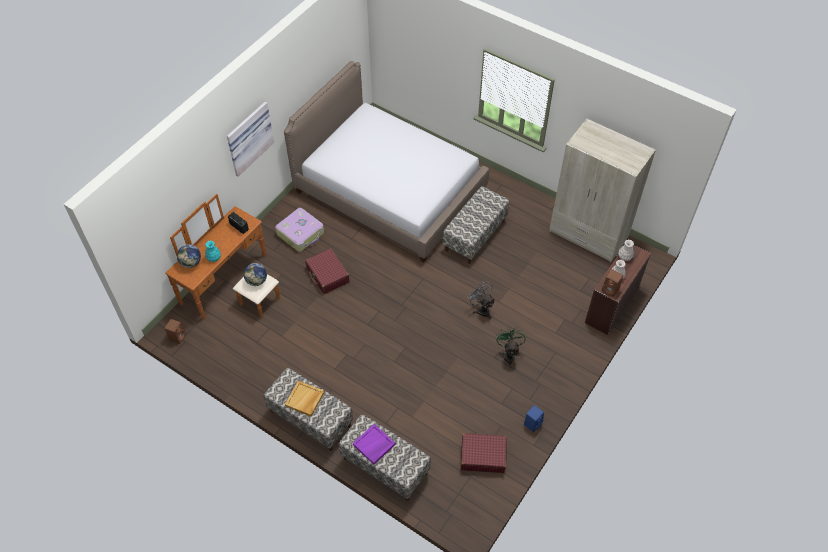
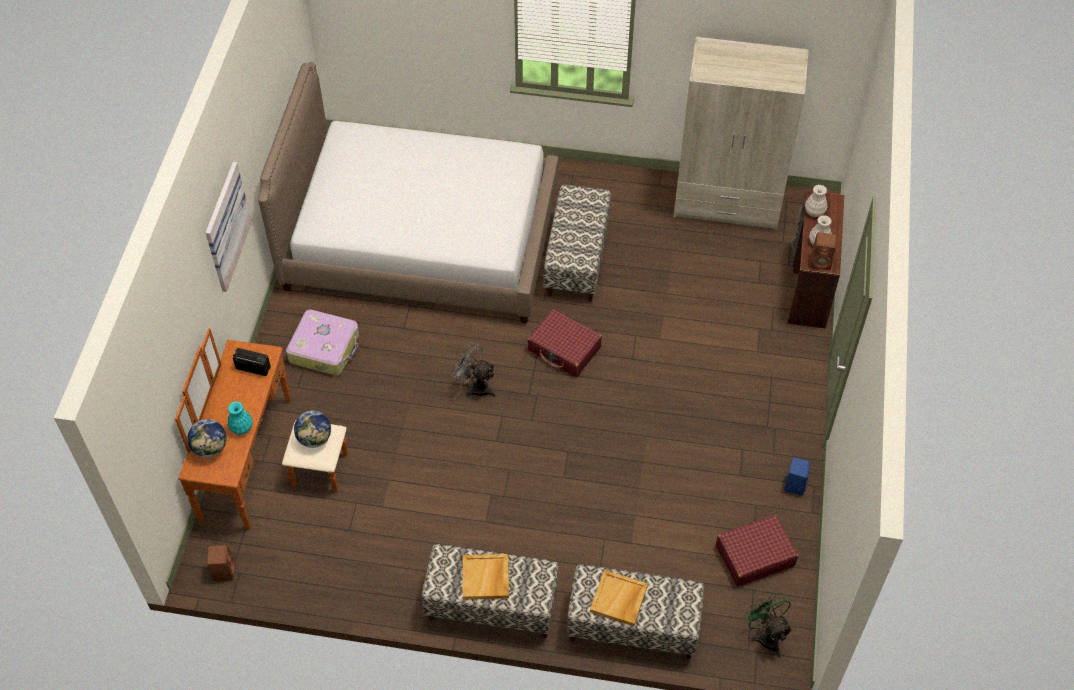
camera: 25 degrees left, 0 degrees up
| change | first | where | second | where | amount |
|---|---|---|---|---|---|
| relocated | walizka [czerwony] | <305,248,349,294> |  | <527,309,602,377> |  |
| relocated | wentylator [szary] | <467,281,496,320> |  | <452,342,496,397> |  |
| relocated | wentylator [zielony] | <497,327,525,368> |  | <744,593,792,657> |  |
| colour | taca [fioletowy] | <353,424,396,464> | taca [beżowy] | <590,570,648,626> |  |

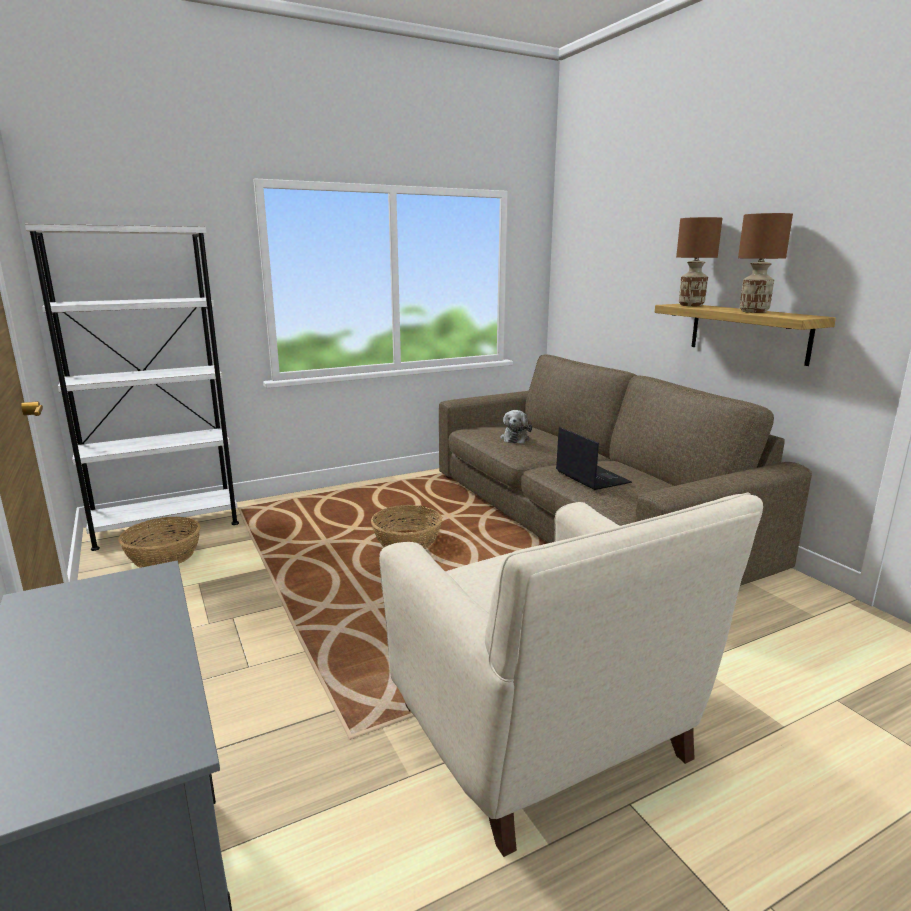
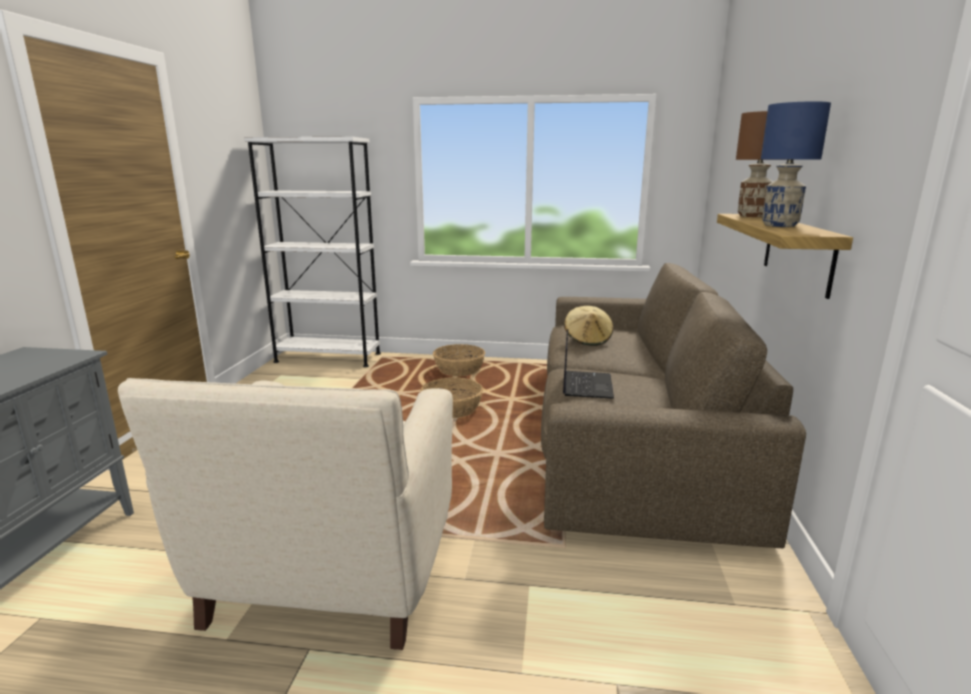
camera: 35 degrees right, 0 degrees up
| change | first | where | second | where | amount |
|---|---|---|---|---|---|
| relocated | koszyk | <118,516,201,568> |  | <433,344,485,376> |  |
| exchanged | pluszak | <500,410,532,444> | kapelusz [beżowy] | <564,306,613,346> |  |
| colour | lampa stołowa [brązowy] | <738,213,793,313> | lampa stołowa [niebieski] | <761,101,831,227> |  |

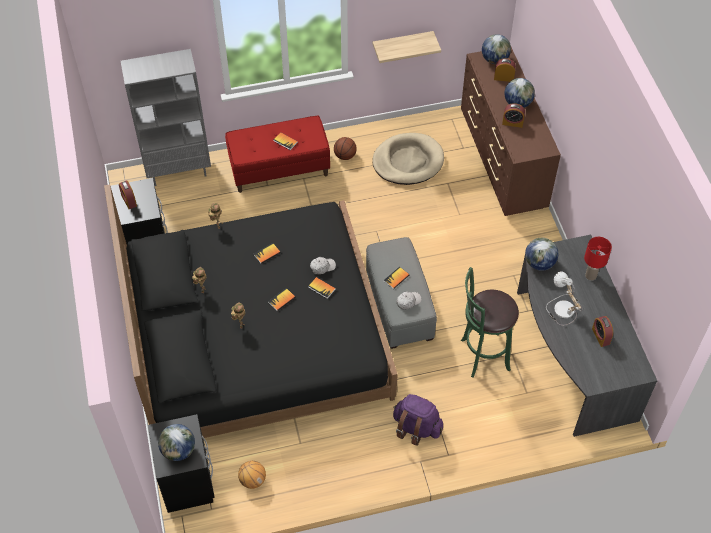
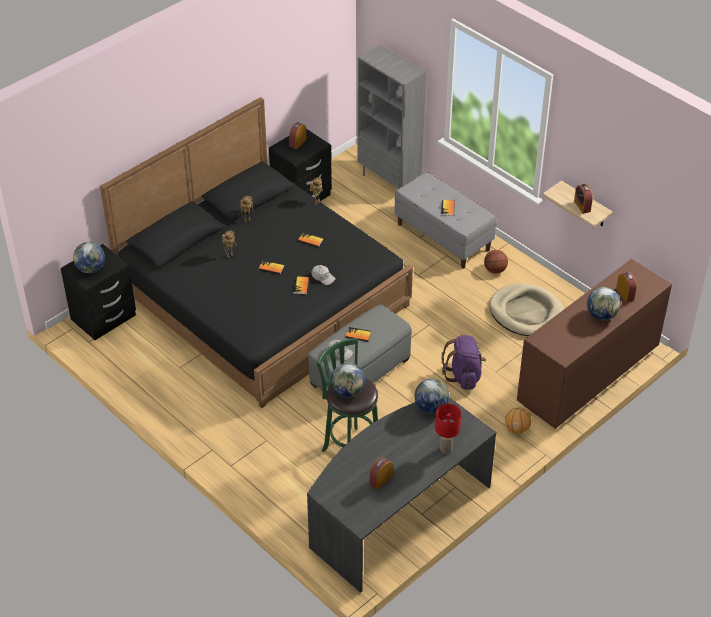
camera: 60 degrees right, 10 degrees down
| change | first | where | second | where | amount |
|---|---|---|---|---|---|
| missing | lampa stołowa | <546,271,582,326> |  |  |  |
| relocated | piłka do koszykówki | <238,461,266,489> |  | <505,407,532,434> |  |
| relocated | plecak [fioletowy] | <393,394,443,446> |  | <442,335,486,390> |  |
| relocated | globus | <482,34,511,64> |  | <331,363,365,398> |  |
| relocated | budzik | <502,103,525,128> |  | <574,184,593,214> |  |
| colour | ławka [czerwony] | <225,116,330,193> | ławka [szary] | <394,172,496,269> |  |

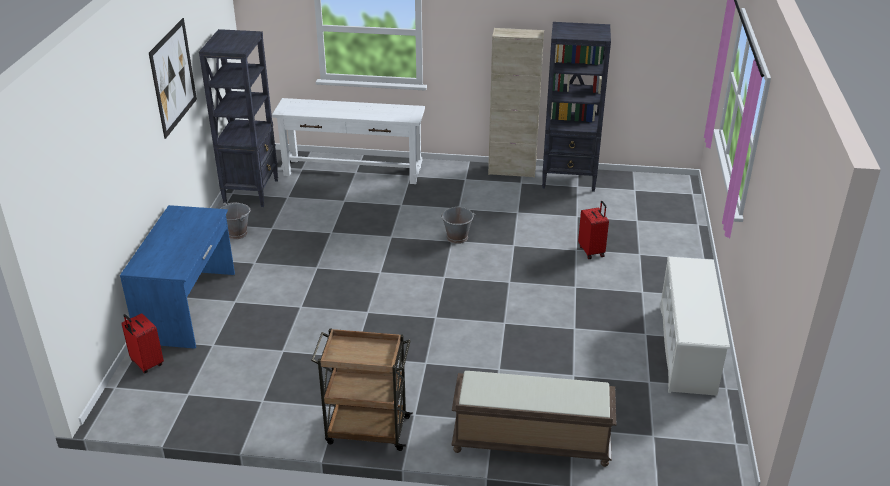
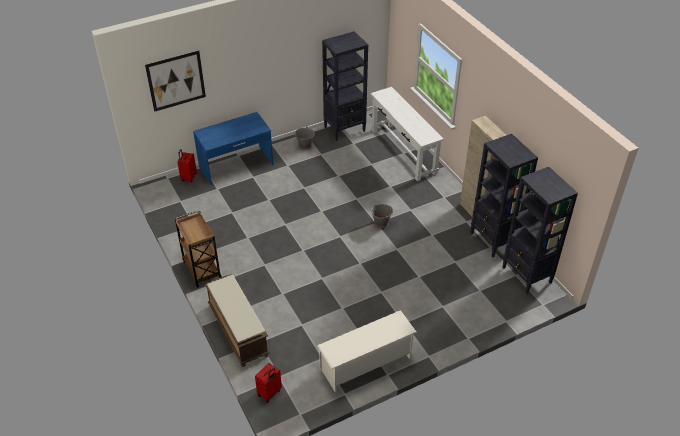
camera: 55 degrees right, 10 degrees up
| change | first | where | second | where | amount |
|---|---|---|---|---|---|
| appeared |  |  | regał [czarny] | <503,167,578,294> |  |
| relocated | obraz | <149,18,197,139> |  | <145,50,206,112> |  |
| relocated | walizka [czerwony] | <578,201,609,259> |  | <255,363,282,403> |  |

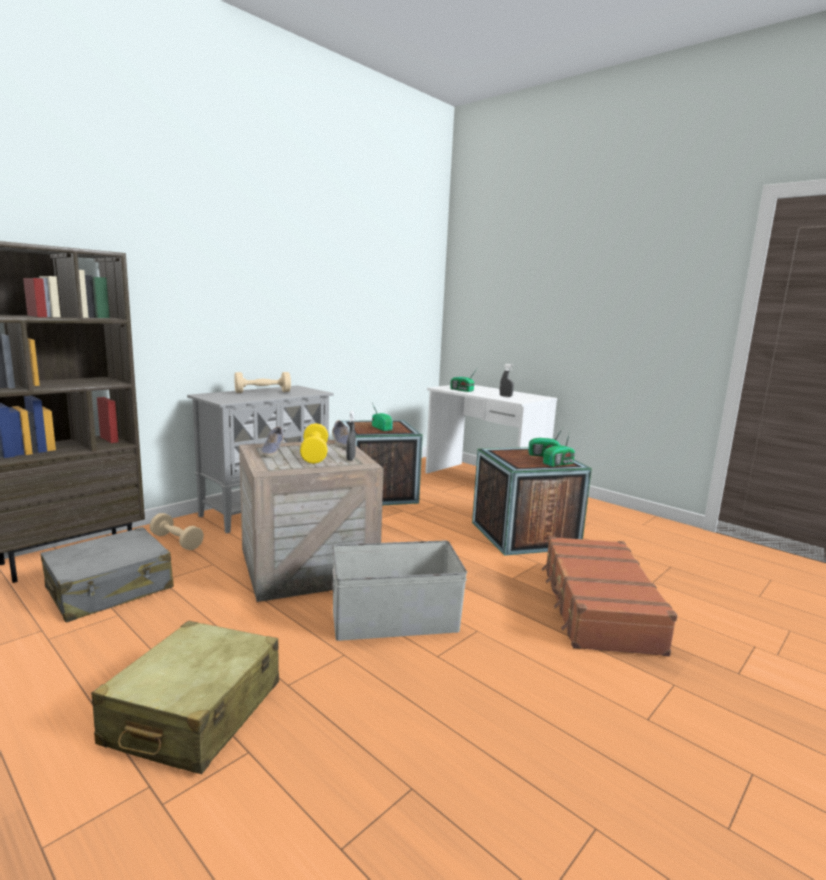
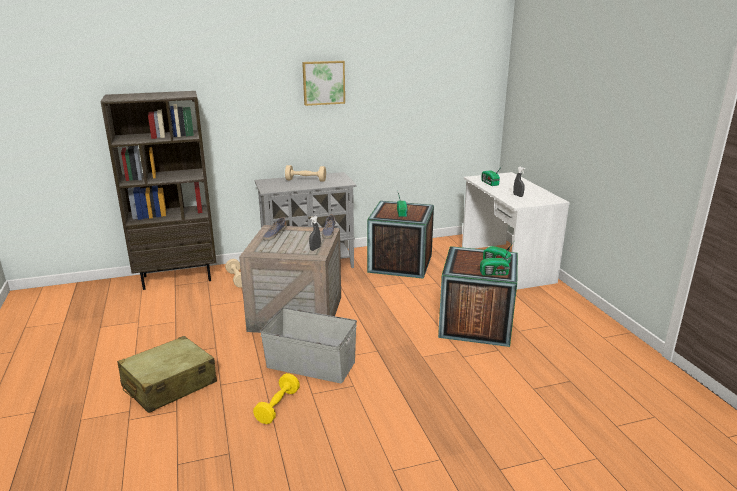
camera: 30 degrees right, 10 degrees up
| change | first | where | second | where | amount |
|---|---|---|---|---|---|
| missing | walizka [szary] | <40,527,174,623> |  |  |  |
| missing | walizka [brązowy] | <542,536,678,656> |  |  |  |
| appeared |  |  | obraz | <302,61,345,106> |  |
| relocated | hantel [żółty] | <300,423,328,464> |  | <253,373,300,424> |  |

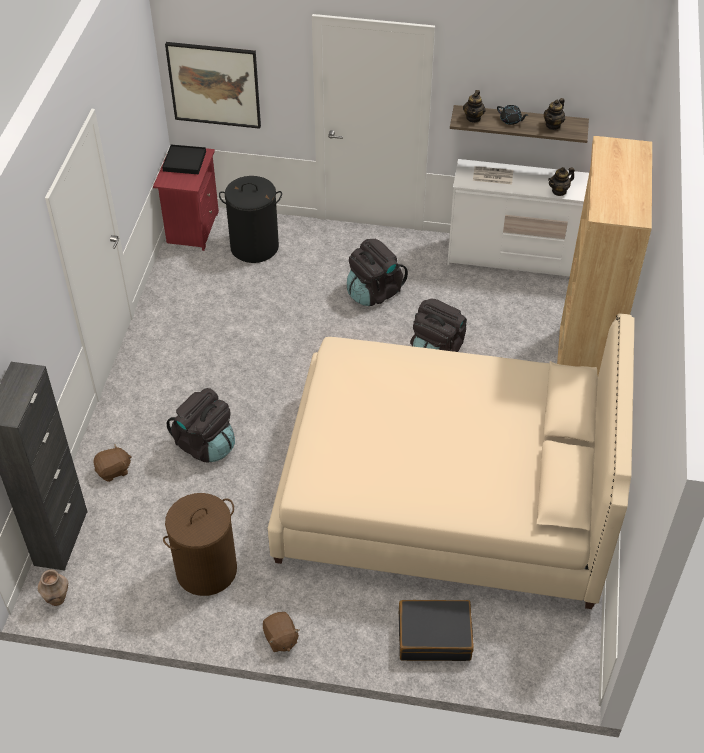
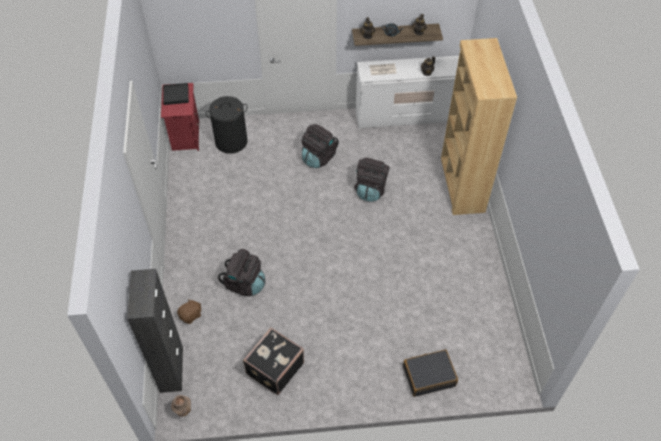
camera: 15 degrees left, 5 degrees up
| change | first | where | second | where | amount |
|---|---|---|---|---|---|
| missing | obraz | <165,42,261,129> |  |  |  |
| missing | pluszak [brązowy] | <263,612,300,652> |  |  |  |
| missing | łóżko [beżowy] | <268,313,635,609> |  |  |  |
| exchanged | kosz na pranie [brązowy] | <163,493,237,596> | walizka [czarny] | <243,328,304,395> |  |

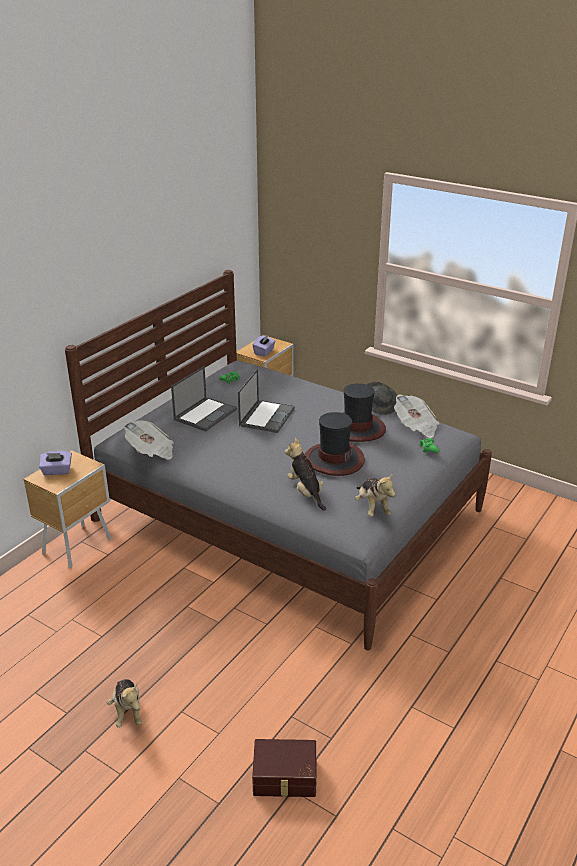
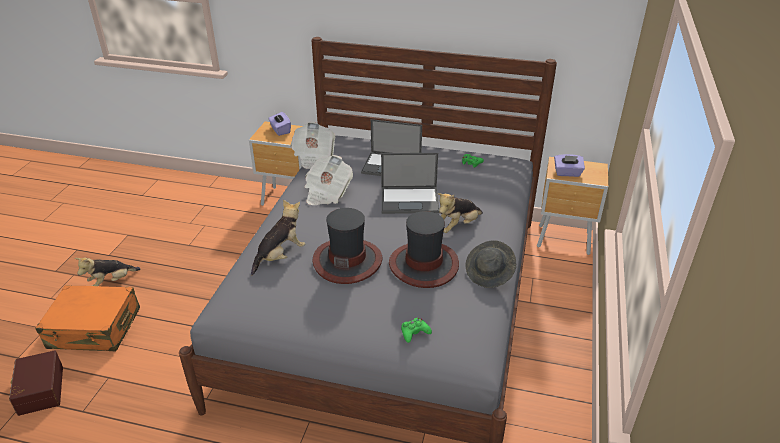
camera: 70 degrees right, 5 degrees up
| change | first | where | second | where | amount |
|---|---|---|---|---|---|
| appeared |  |  | walizka [pomarańczowy] | <35,285,140,351> |  |
| relocated | pluszak | <355,473,395,517> |  | <438,193,483,233> |  |
| relocated | gazeta | <394,394,439,438> |  | <305,155,353,205> |  |

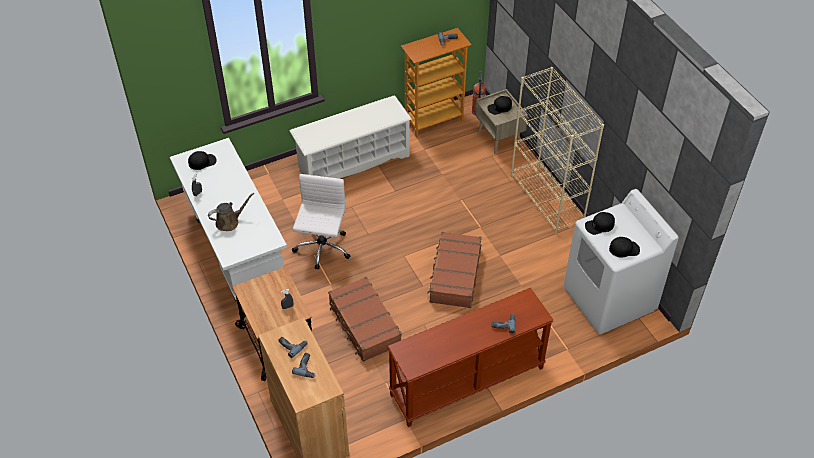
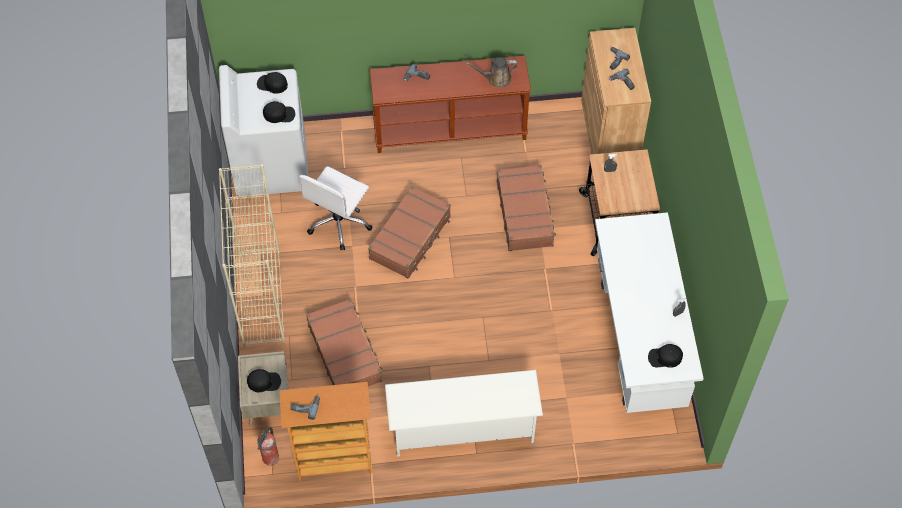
camera: 160 degrees left, 10 degrees up
| change | first | where | second | where | amount |
|---|---|---|---|---|---|
| appeared |  |  | walizka [brązowy] | <306,299,383,386> |  |
| relocated | konewka [brązowy] | <208,193,254,231> |  | <466,57,518,88> |  |
| relocated | krzesło biurowe [biały] | <292,174,350,270> |  | <299,166,372,250> |  |

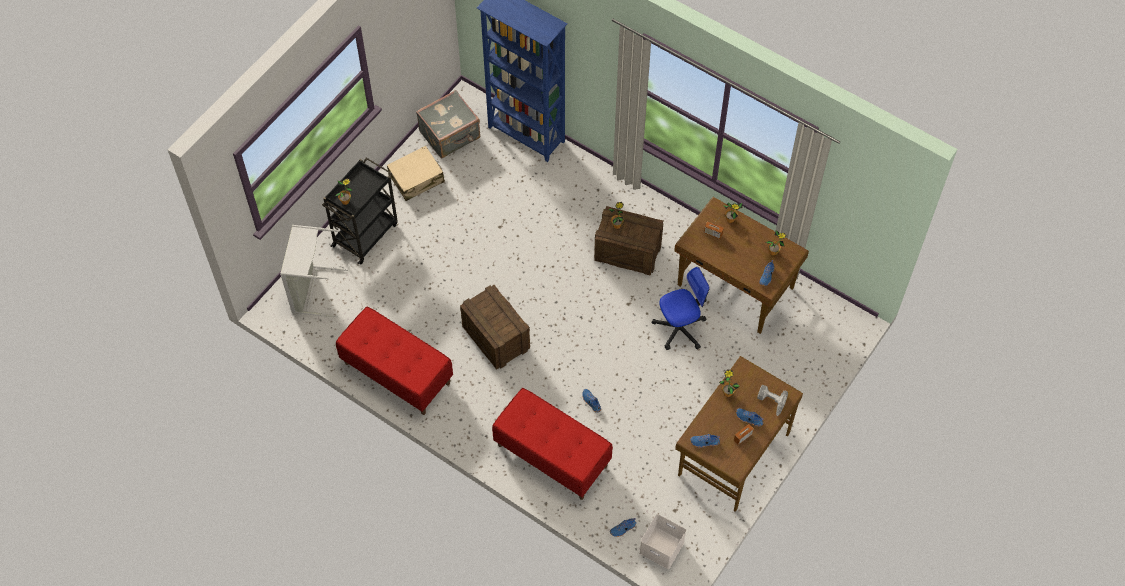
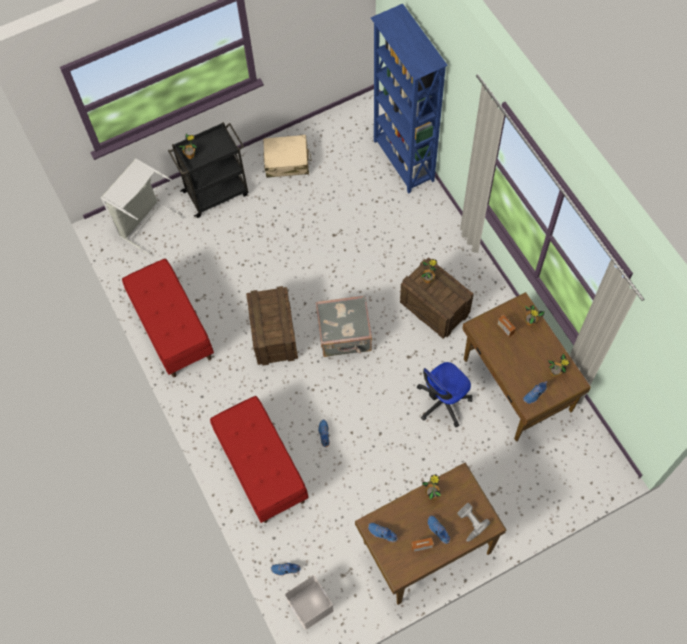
camera: 30 degrees right, 5 degrees up
| change | first | where | second | where | amount |
|---|---|---|---|---|---|
| relocated | walizka [szary] | <416,90,480,158> |  | <316,296,372,357> |  |
| spun | krzesło biurowe | <652,267,710,350> |  | <417,362,473,427> | 135 degrees clockwise |

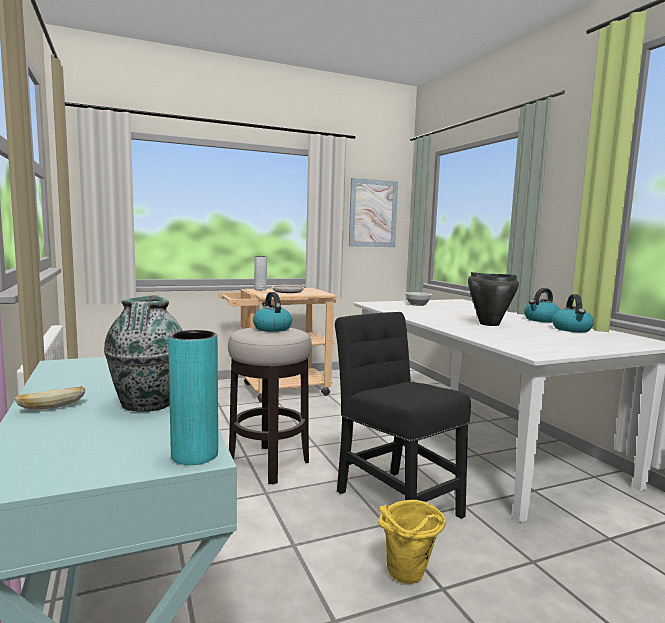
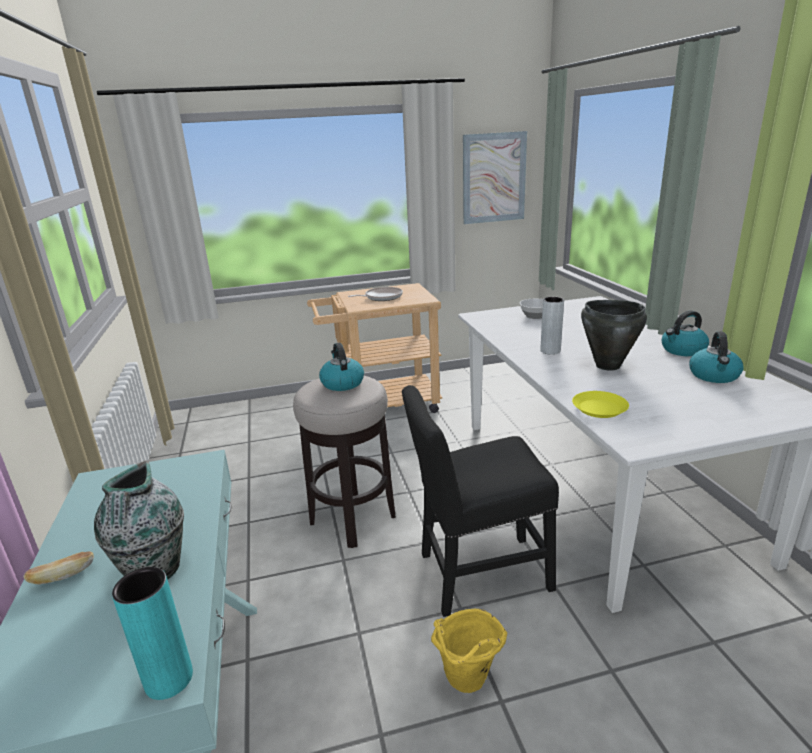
camera: 10 degrees right, 15 degrees up
| change | first | where | second | where | amount |
|---|---|---|---|---|---|
| appeared |  |  | talerz [żółty] | <572,391,629,418> |  |
| relocated | wazon [szary] | <254,256,267,290> |  | <540,297,564,355> |  |
| spun | krzesło [czarny] | <335,312,471,519> |  | <402,385,559,617> | 75 degrees counterclockwise |

